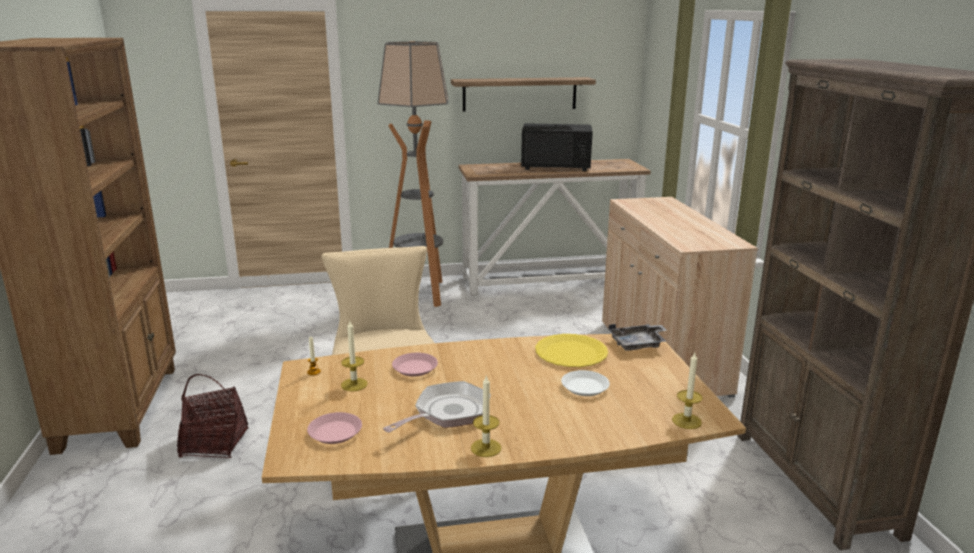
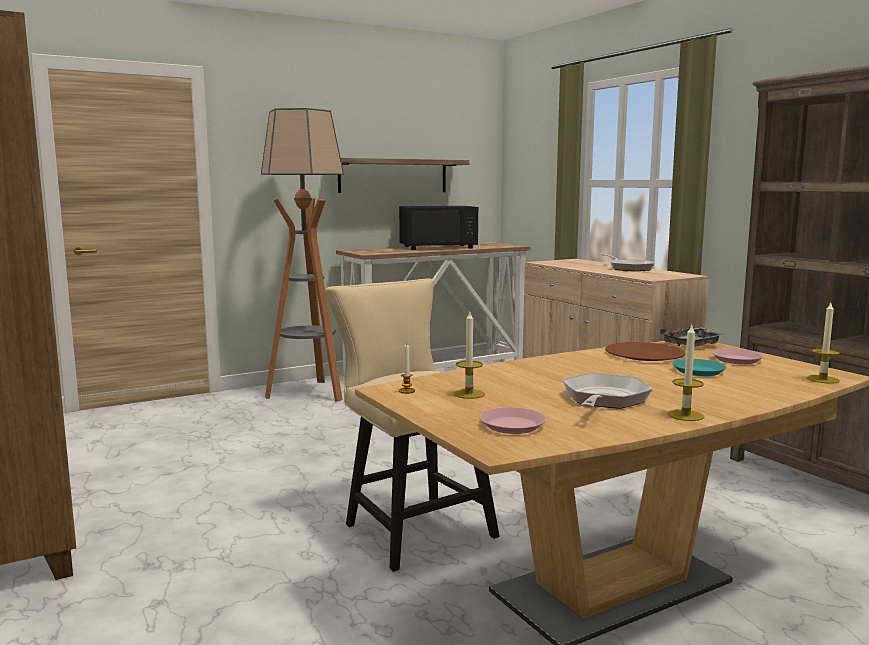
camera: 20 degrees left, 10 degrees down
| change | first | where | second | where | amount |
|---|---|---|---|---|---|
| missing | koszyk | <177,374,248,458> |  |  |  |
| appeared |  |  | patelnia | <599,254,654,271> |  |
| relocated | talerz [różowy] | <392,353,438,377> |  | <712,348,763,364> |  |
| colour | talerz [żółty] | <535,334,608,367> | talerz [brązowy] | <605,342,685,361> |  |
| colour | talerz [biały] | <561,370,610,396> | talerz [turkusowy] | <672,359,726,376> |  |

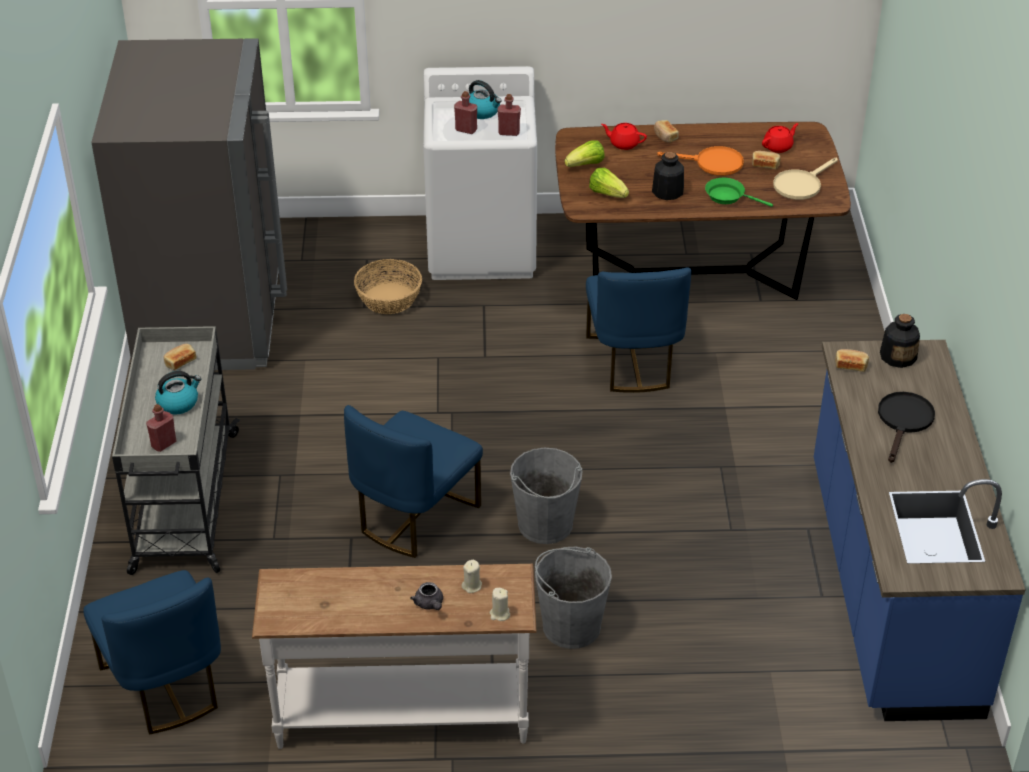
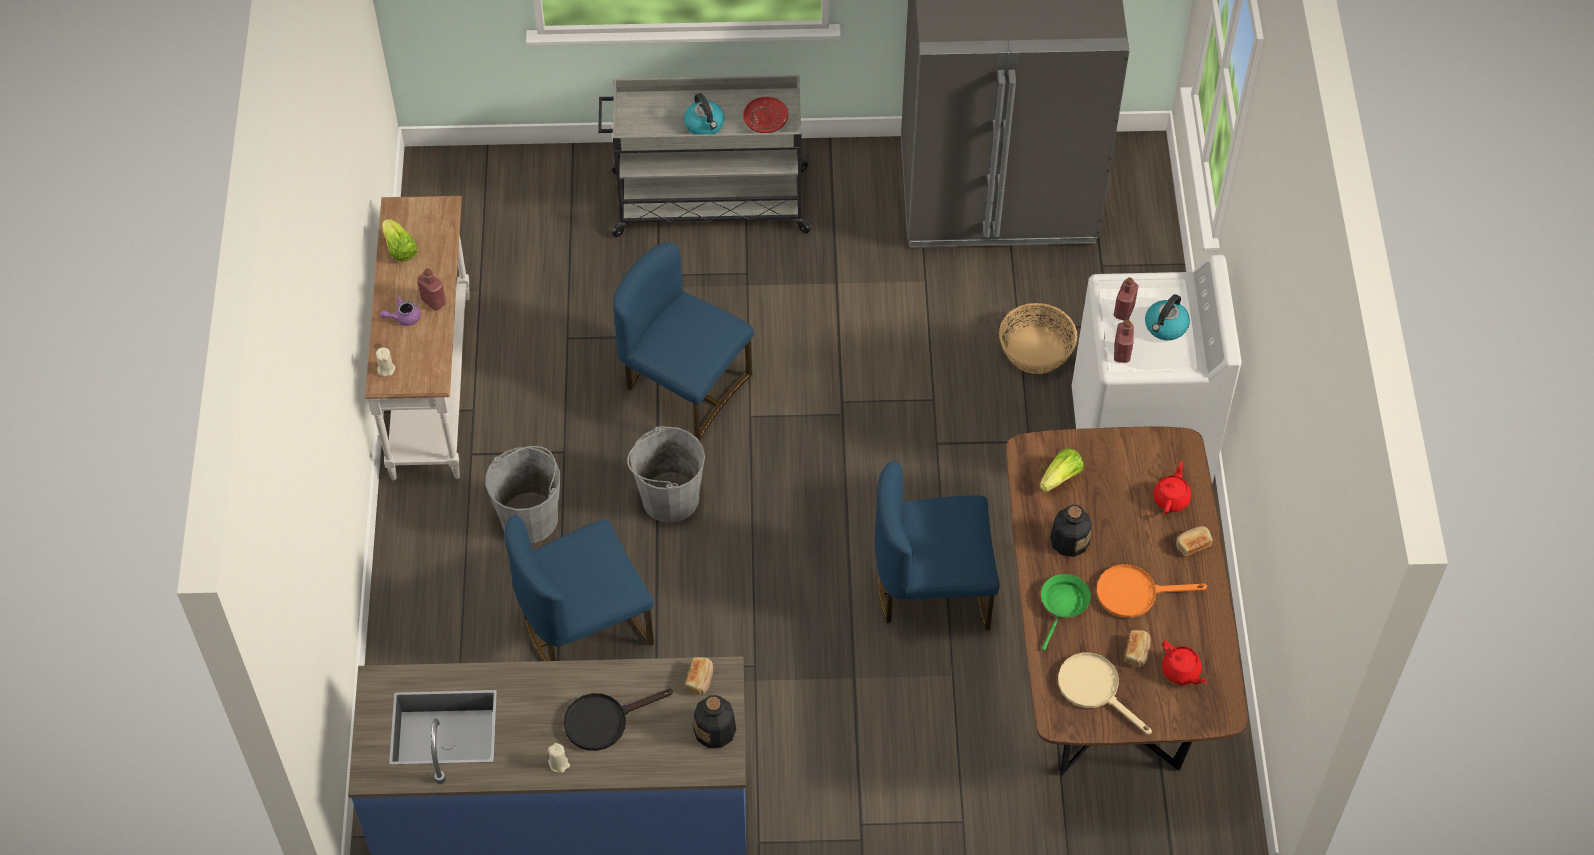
camera: 90 degrees right, 15 degrees up
| change | first | where | second | where | amount |
|---|---|---|---|---|---|
| relocated | krzesło [niebieski] | <83,570,221,735> |  | <504,515,654,661> |  |
| relocated | butelka [czerwony] | <146,404,177,452> |  | <417,268,446,311> |  |
| relocated | świeca [beżowy] | <461,560,482,593> |  | <548,743,570,773> |  |
| relocated | sałata | <564,140,605,167> |  | <382,219,418,262> |  |
| exchanged | chleb | <163,344,197,370> | talerz [czerwony] | <743,97,788,133> |  |
| colour | imbryk [szary] | <410,582,443,610> | imbryk [fioletowy] | <380,295,421,326> |  |
| spun | patelnia [pomarańczowy] | <657,146,744,176> |  | <1097,564,1207,618> | 75 degrees clockwise |
| spun | patelnia [czarny] | <878,392,935,463> |  | <563,688,673,751> | 135 degrees clockwise |

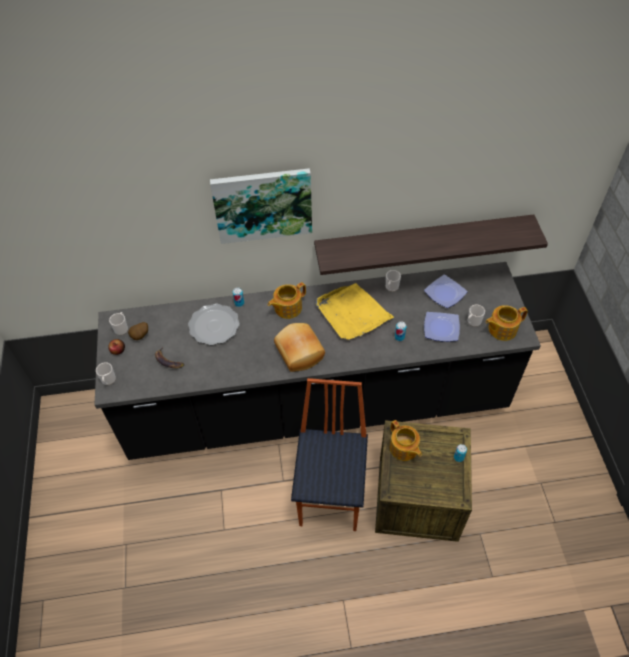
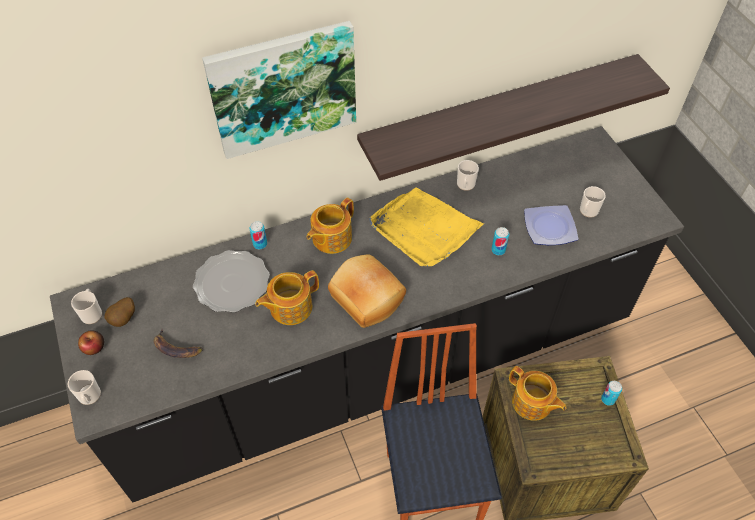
camera: 15 degrees left, 0 degrees up
| change | first | where | second | where | amount |
|---|---|---|---|---|---|
| missing | talerz | <424,275,467,308> |  |  |  |
| relocated | imbryk | <485,305,528,341> |  | <255,270,319,325> |  |

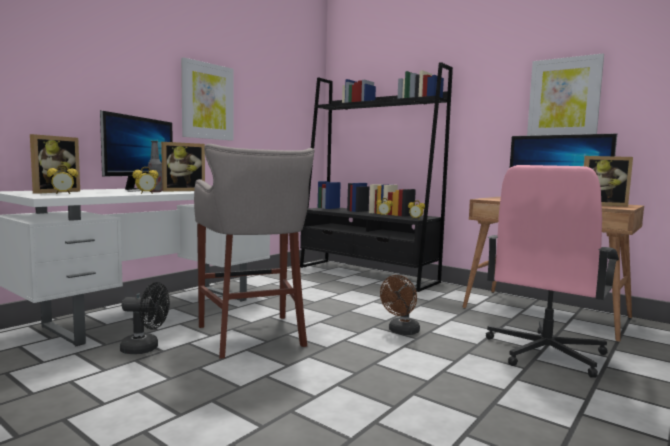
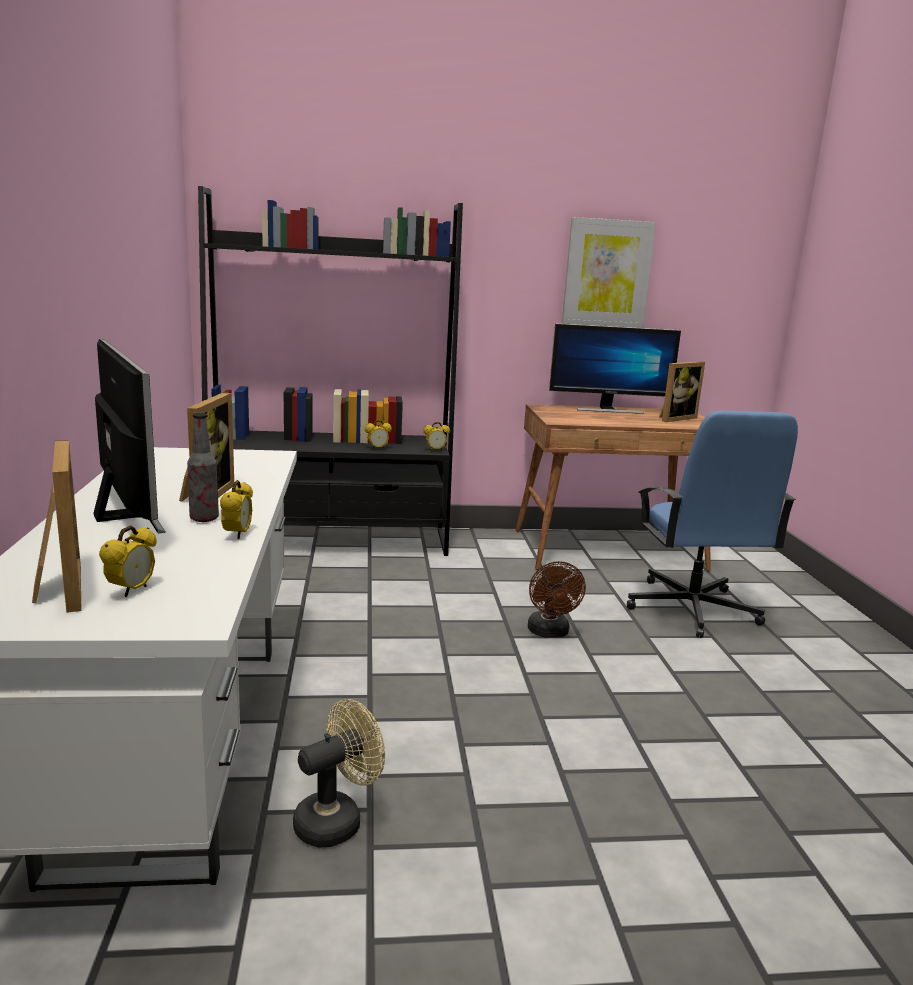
camera: 45 degrees left, 10 degrees up
| change | first | where | second | where | amount |
|---|---|---|---|---|---|
| missing | obraz | <181,57,234,141> |  |  |  |
| missing | stołek [szary] | <194,144,315,359> |  |  |  |
| colour | wentylator [czarny] | <120,282,170,354> | wentylator [beżowy] | <293,699,385,847> |  |
| colour | krzesło biurowe [różowy] | <486,165,619,378> | krzesło biurowe [niebieski] | <627,411,798,638> |  |

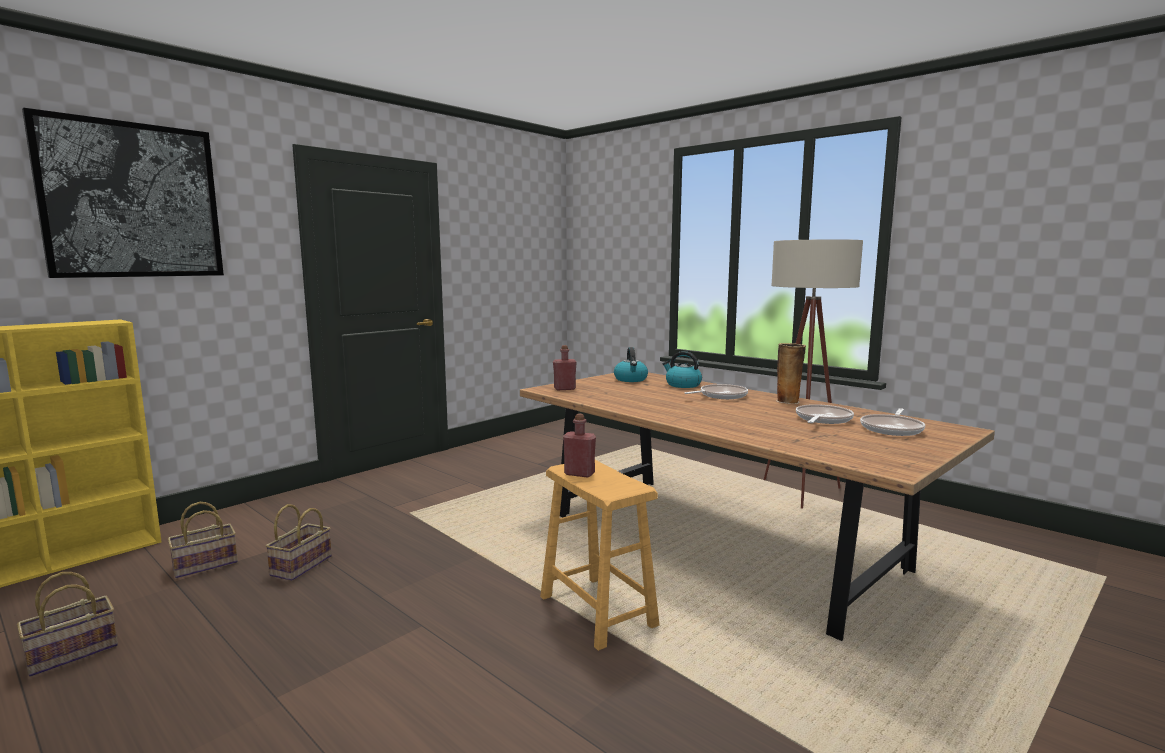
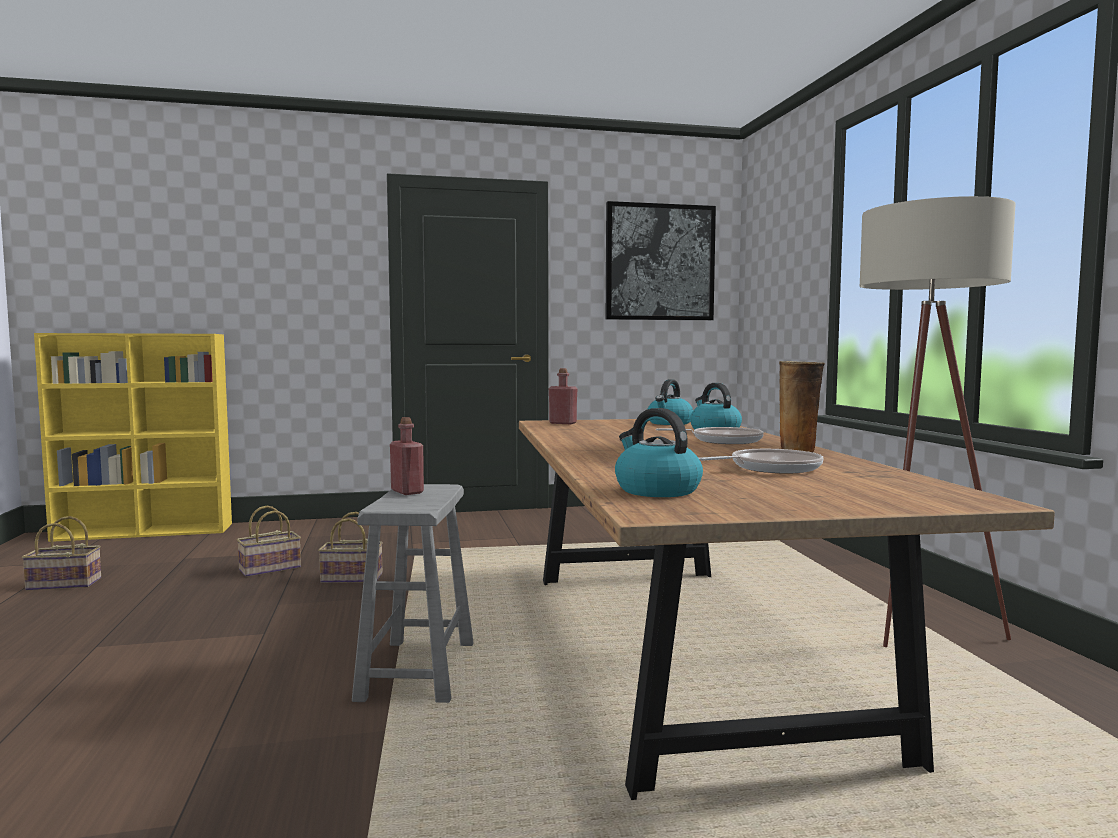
camera: 35 degrees right, 5 degrees down
| change | first | where | second | where | amount |
|---|---|---|---|---|---|
| missing | patelnia | <860,408,925,436> |  |  |  |
| appeared |  |  | czajnik | <615,408,703,497> |  |
| relocated | obraz | <22,108,224,278> |  | <606,201,716,320> |  |
| relocated | koszyk | <168,502,238,578> |  | <318,512,383,583> |  |
| colour | stołek [brązowy] | <540,460,660,651> | stołek [szary] | <352,484,474,703> |  |

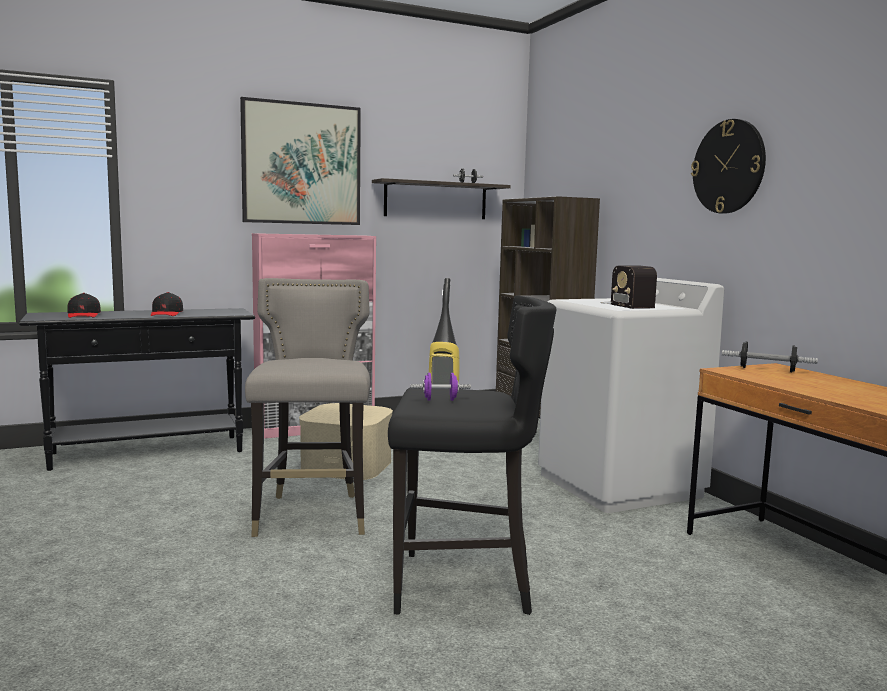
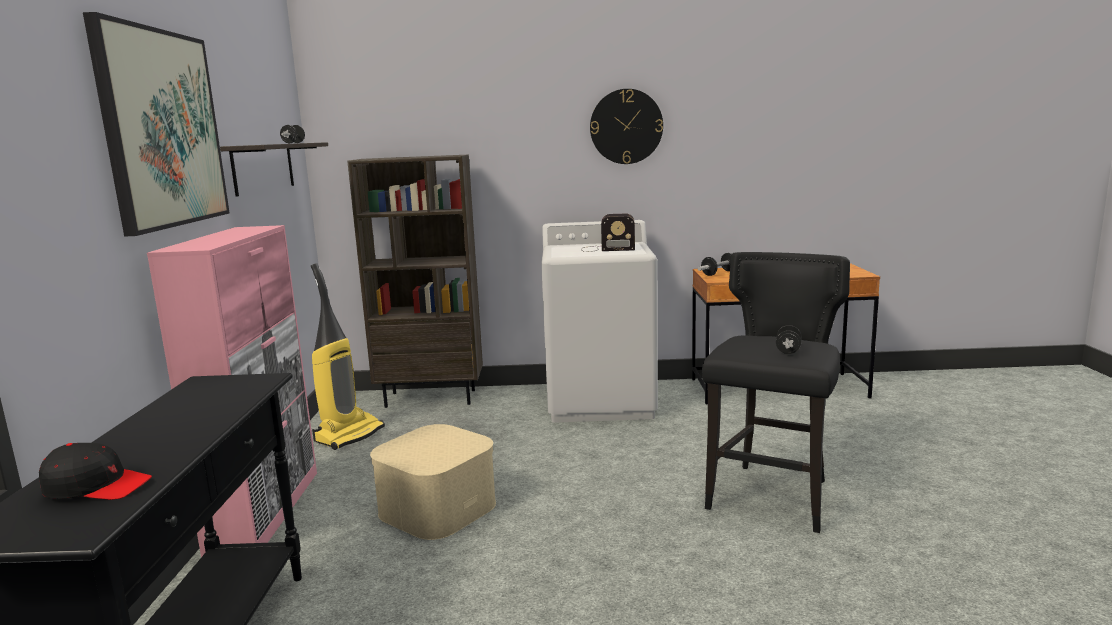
camera: 65 degrees left, 5 degrees up
| change | first | where | second | where | amount |
|---|---|---|---|---|---|
| missing | czapka z daszkiem [czarny] | <151,292,183,316> |  |  |  |
| missing | stołek [szary] | <245,278,370,537> |  |  |  |
| colour | hantel [fioletowy] | <410,373,471,401> | hantel [czarny] | <776,325,802,354> |  |

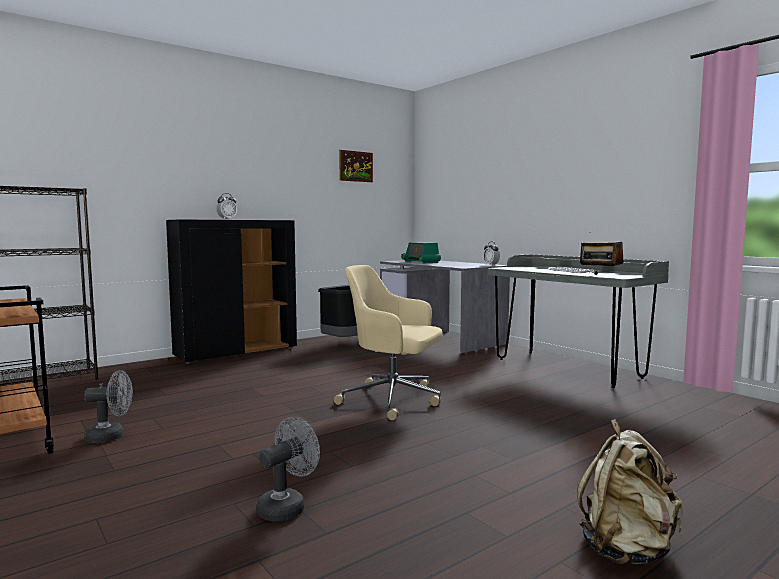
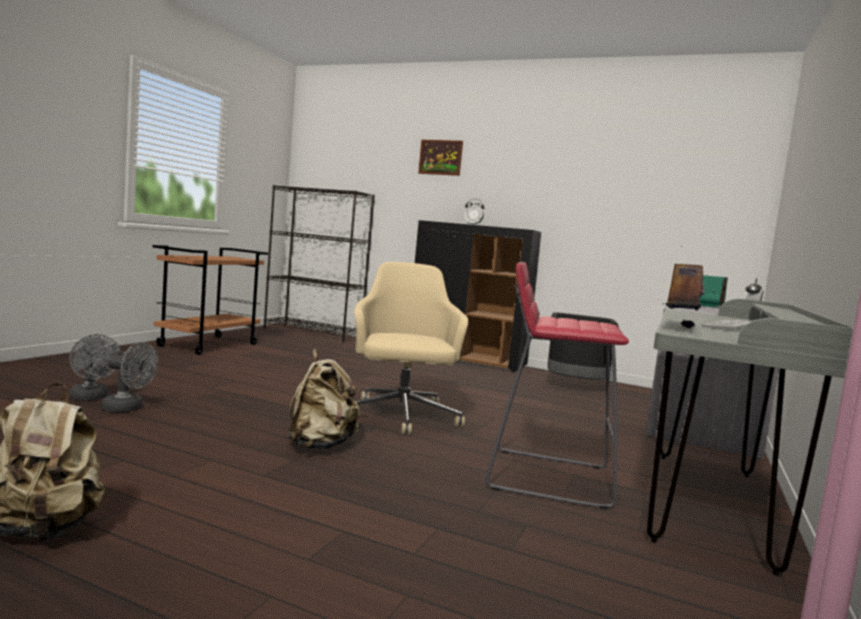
camera: 60 degrees right, 0 degrees up
| change | first | where | second | where | amount |
|---|---|---|---|---|---|
| appeared |  |  | plecak [beżowy] | <288,349,360,450> |  |
| appeared |  |  | stołek [czerwony] | <486,262,629,510> |  |
| relocated | wentylator [szary] | <84,370,133,443> |  | <69,334,121,401> |  |
| relocated | obraz | <339,150,373,182> |  | <418,140,463,176> |  |

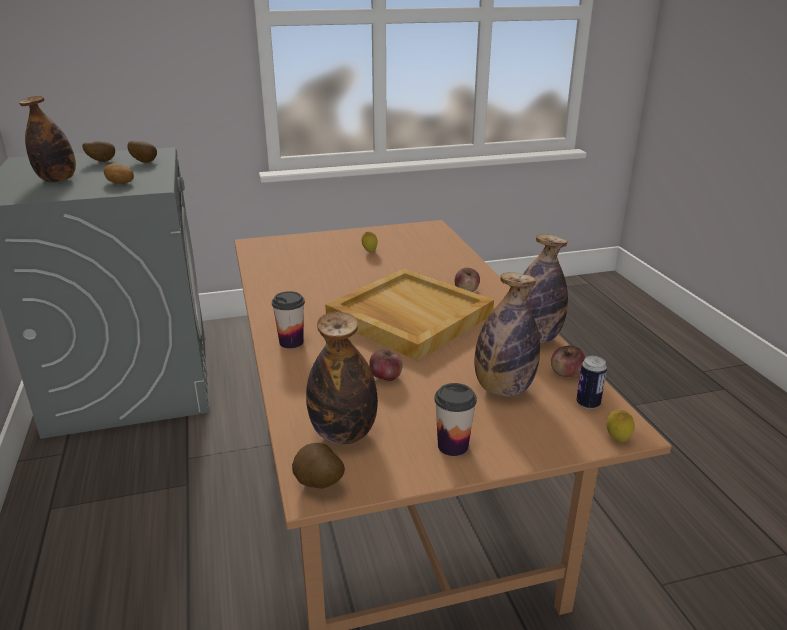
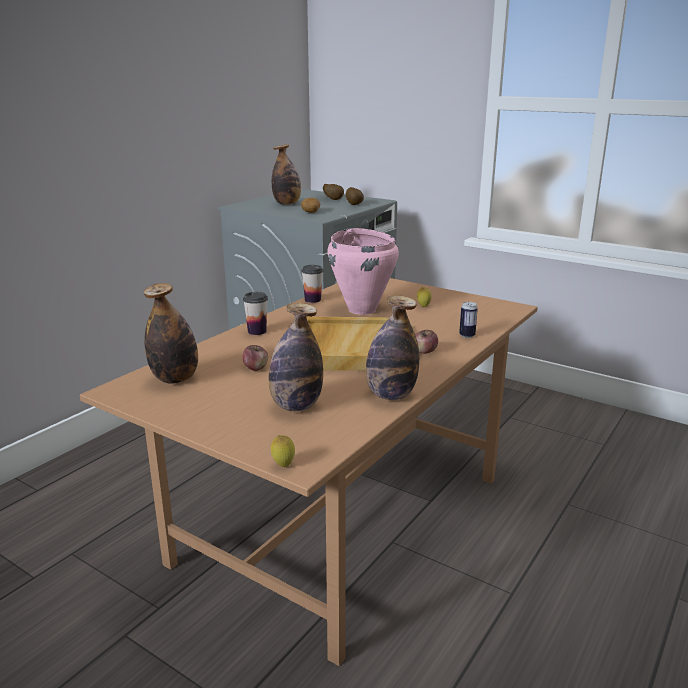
camera: 50 degrees right, 5 degrees down
| change | first | where | second | where | amount |
|---|---|---|---|---|---|
| missing | ziemniak | <292,443,345,489> |  |  |  |
| missing | jabłko | <551,346,585,377> |  |  |  |
| appeared |  |  | garnek [różowy] | <327,228,399,315> |  |
| relocated | filiżanka | <434,383,477,456> |  | <301,265,323,303> |  |
| relocated | puszka | <576,356,607,409> |  | <459,302,478,338> |  |

